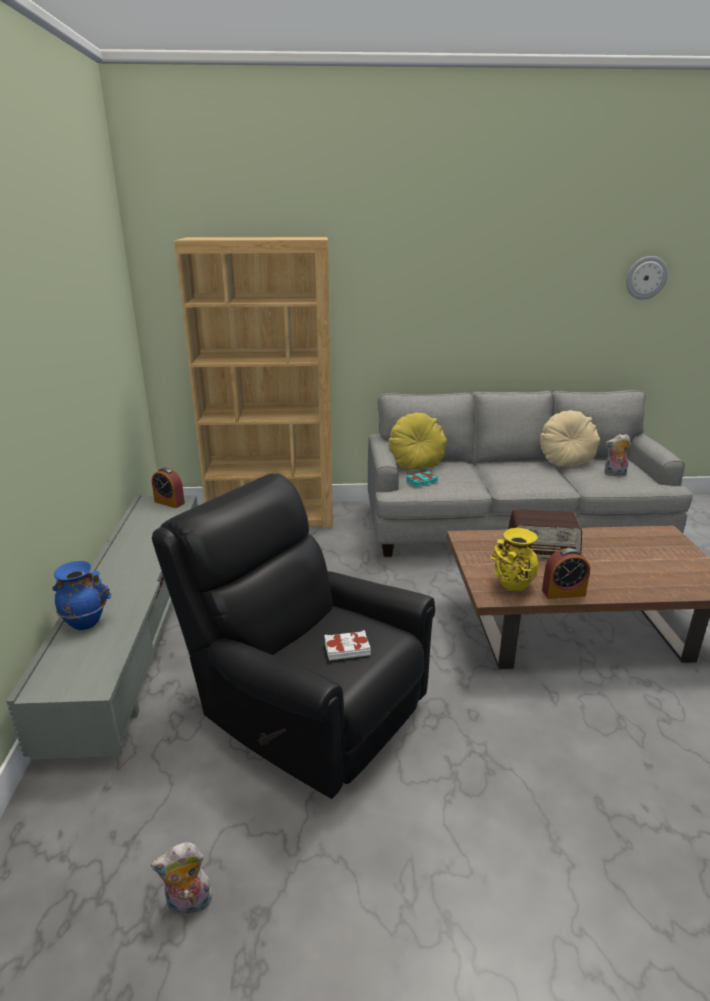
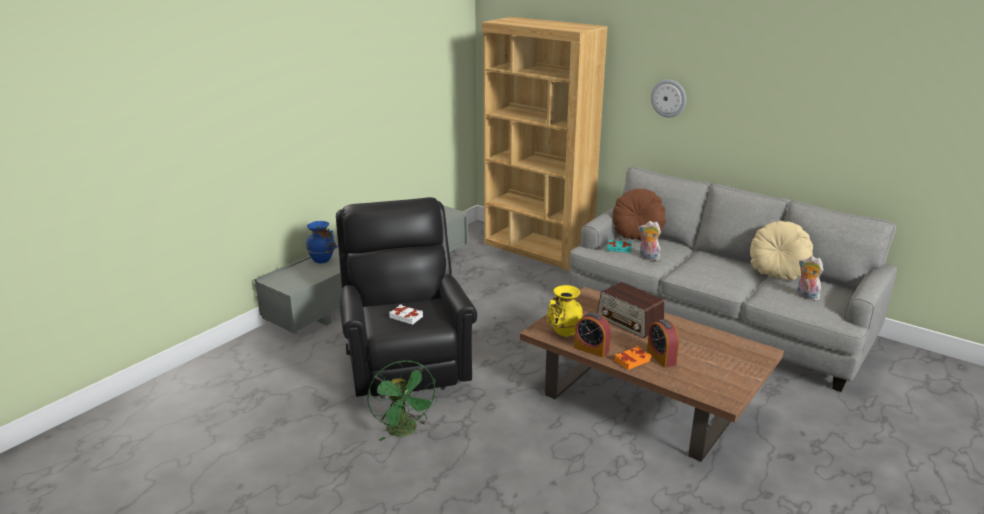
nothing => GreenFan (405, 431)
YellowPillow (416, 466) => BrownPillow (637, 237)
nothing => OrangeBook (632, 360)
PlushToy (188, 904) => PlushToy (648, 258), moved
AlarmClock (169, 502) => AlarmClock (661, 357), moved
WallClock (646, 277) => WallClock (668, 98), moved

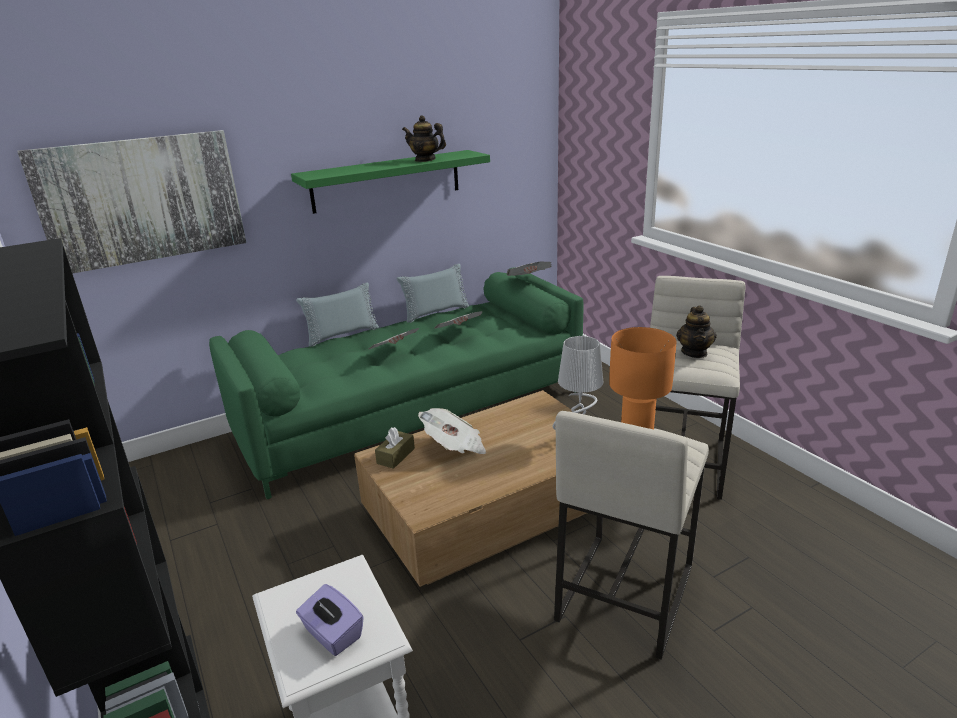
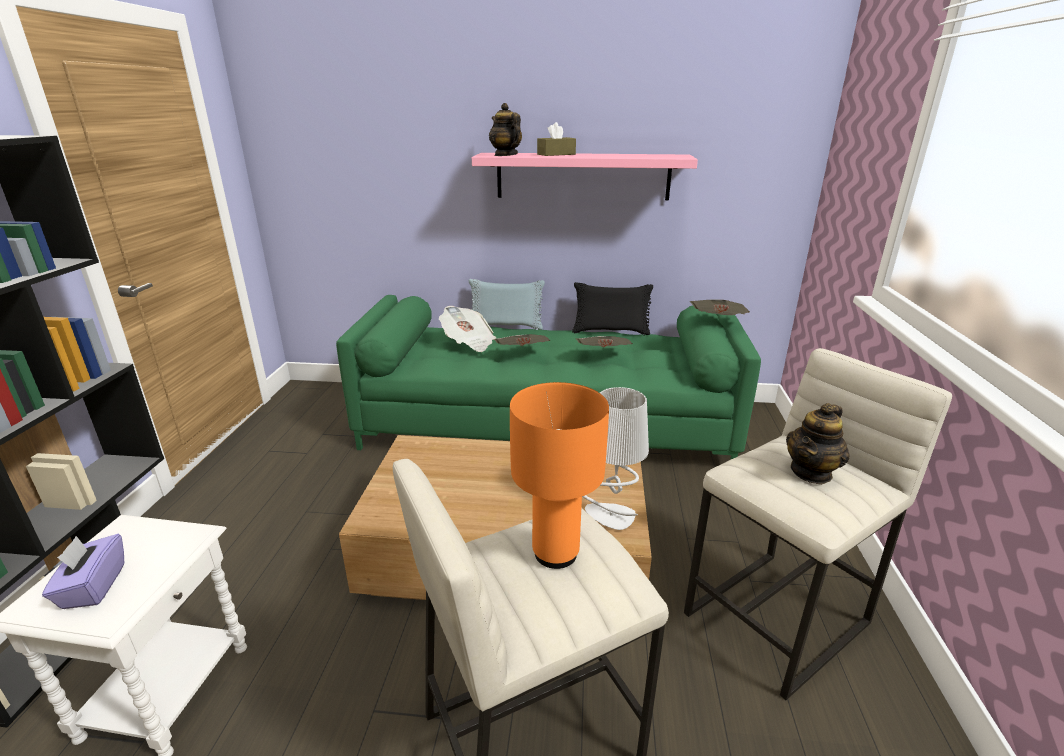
Newspaper (455, 447) => Newspaper (468, 342), moved
GreenShelf (387, 181) => PinkShelf (583, 176)
Teapot (425, 160) => Teapot (505, 155), moved
BrownTissueBox (396, 456) => BrownTissueBox (556, 154), moved
BluePillow (435, 313) => BlackPillow (610, 331)
Picture (142, 200) => nothing

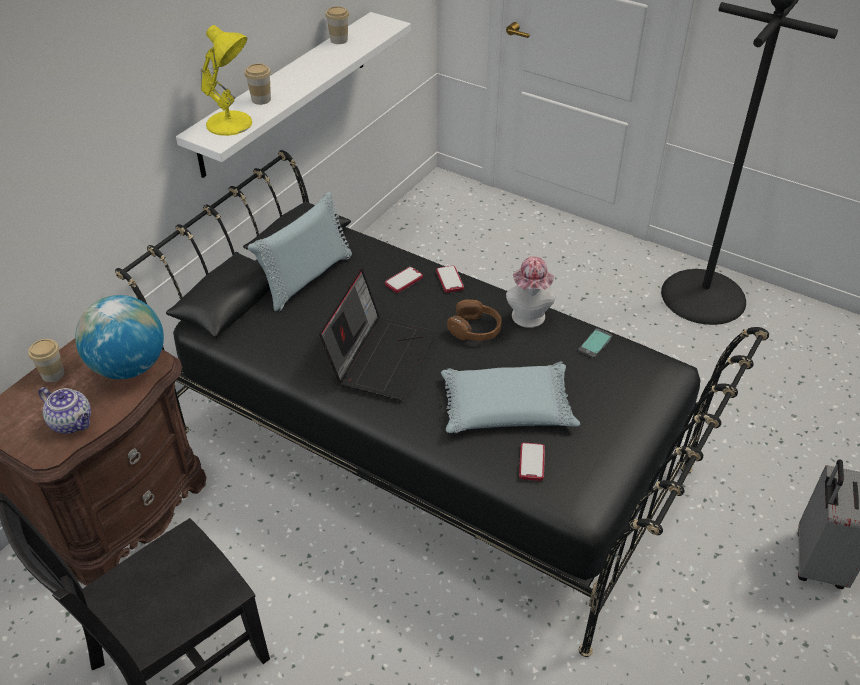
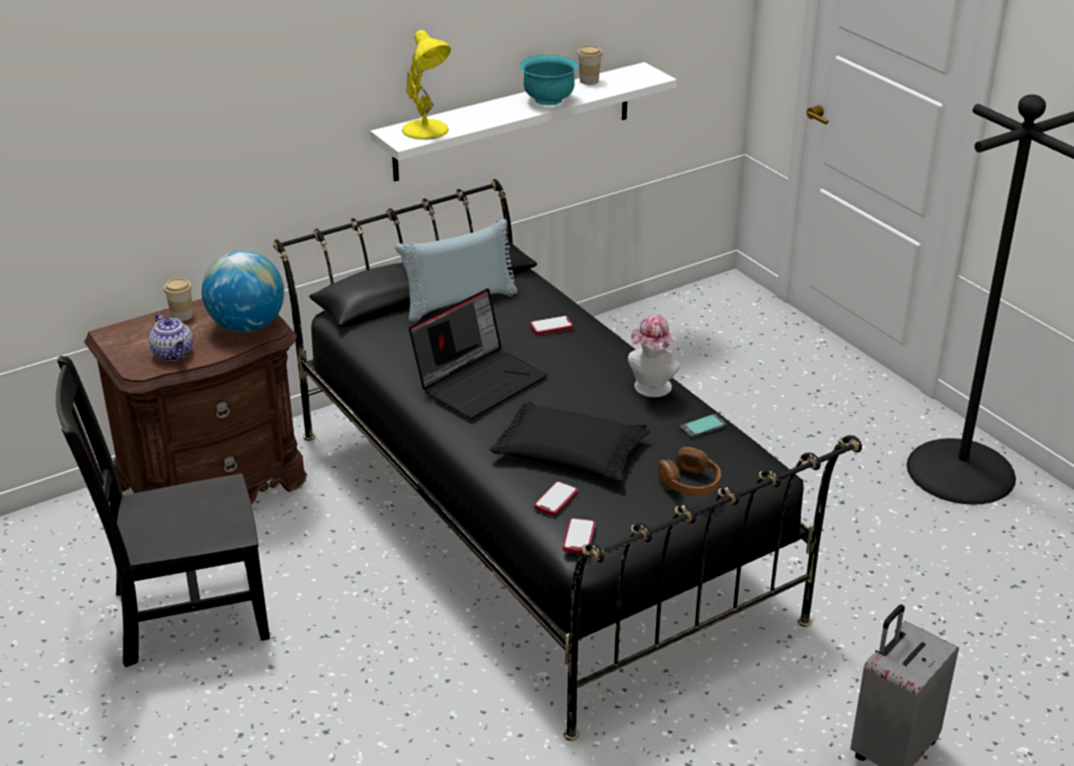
BluePillow (507, 405) => BlackPillow (570, 450)
nothing => TurquoiseBowl (549, 100)
Phone (449, 280) => Phone (579, 537), moved
BrownHeadphones (475, 329) => BrownHeadphones (690, 484), moved
Cup (261, 99) => nothing

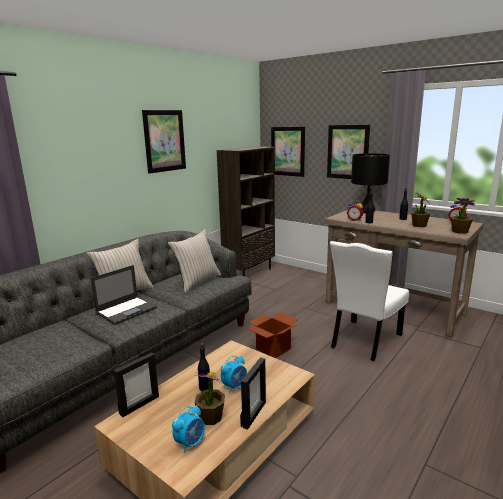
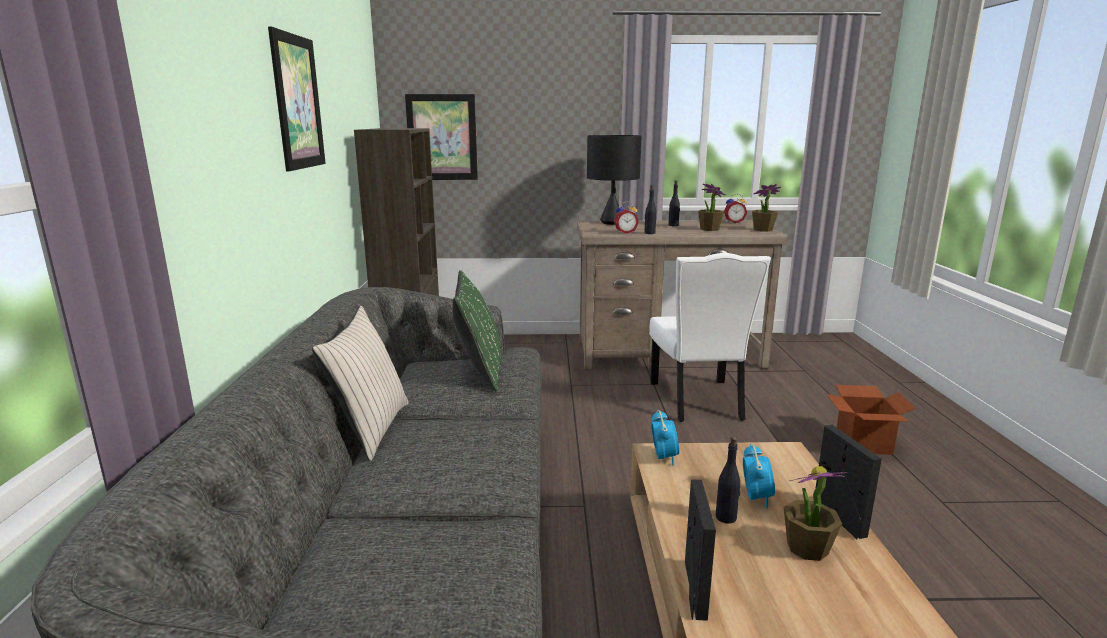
BeigePillow (197, 282) => GreenPillow (479, 372)
AlarmClock (190, 443) => AlarmClock (663, 457), moved
CardboardBox (273, 349) => CardboardBox (863, 443), moved
Laptop (127, 310) => nothing
Picture (347, 152) => nothing

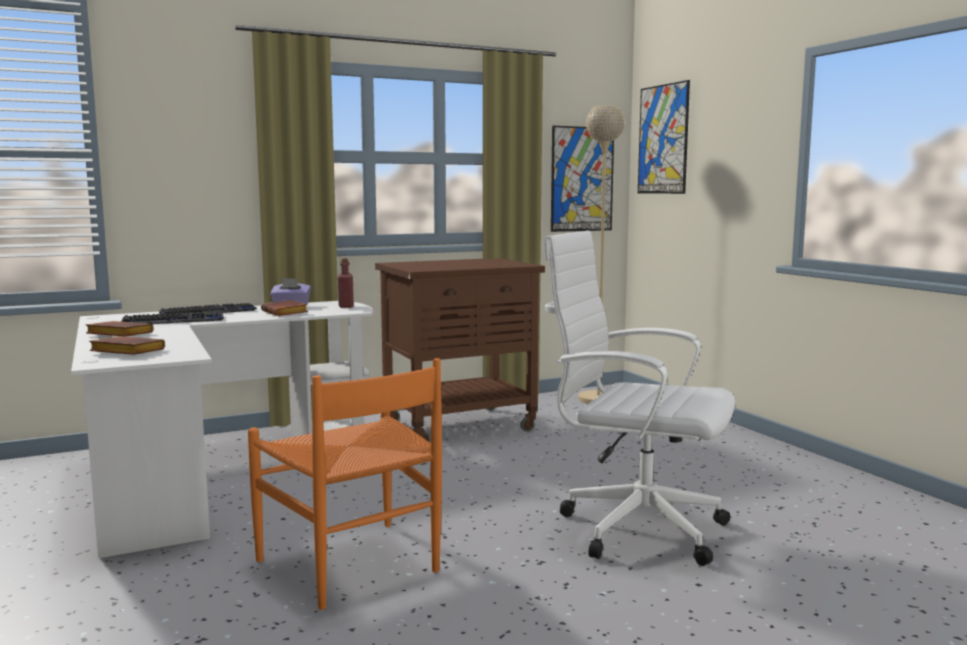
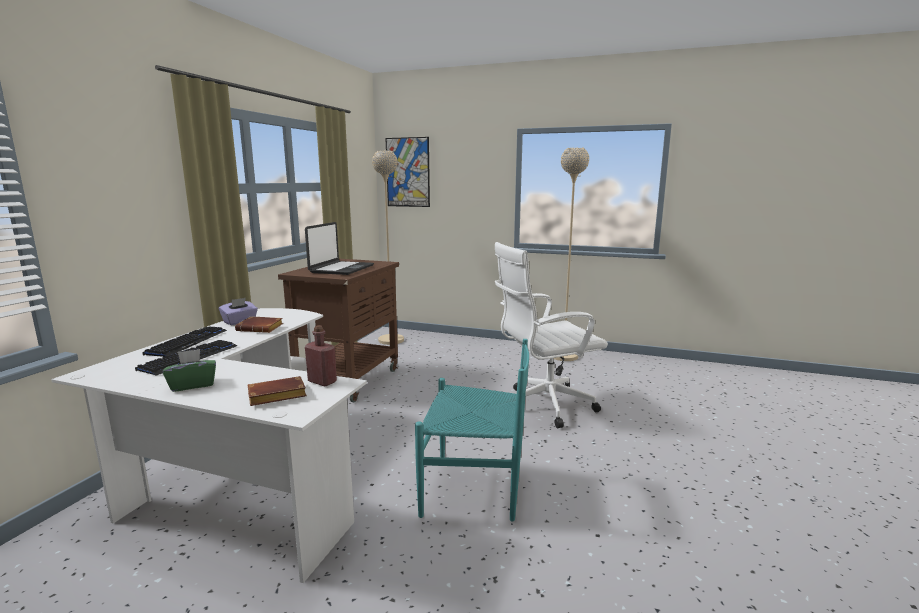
BrownBook (117, 334) => GreenTissueBox (193, 385)
nothing => Laptop (341, 269)
RedBottle (346, 306) => RedBottle (322, 381), moved
OrangeChair (353, 566) => TurquoiseChair (474, 489)
nothing => BeigeFloorLamp (564, 356)
Picture (582, 179) => nothing

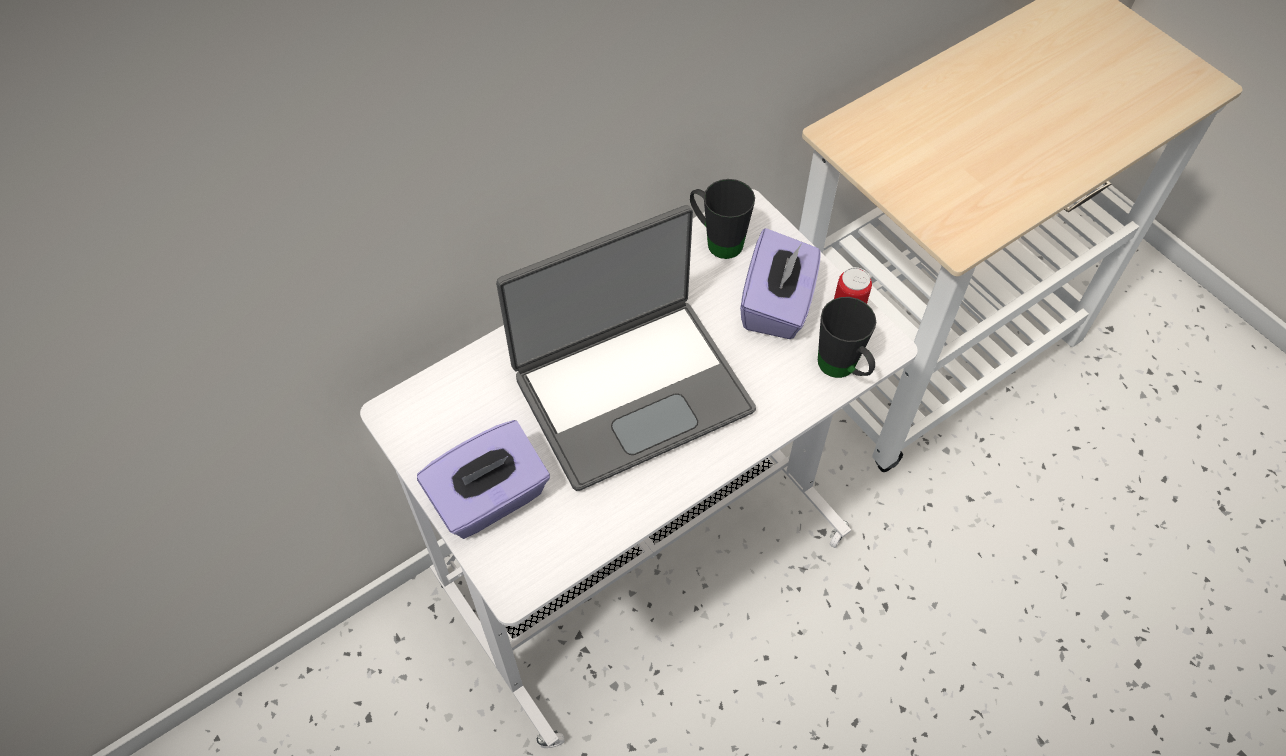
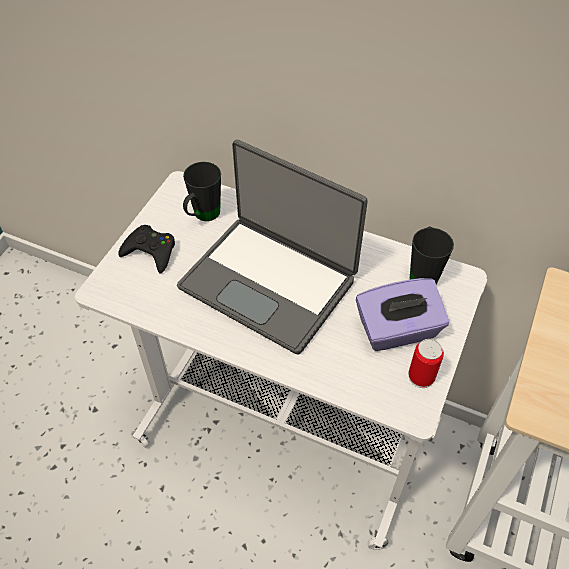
PurpleTissueBox (490, 499) => BlackGameController (150, 252)
BlackMug (842, 370) => BlackMug (203, 216), moved

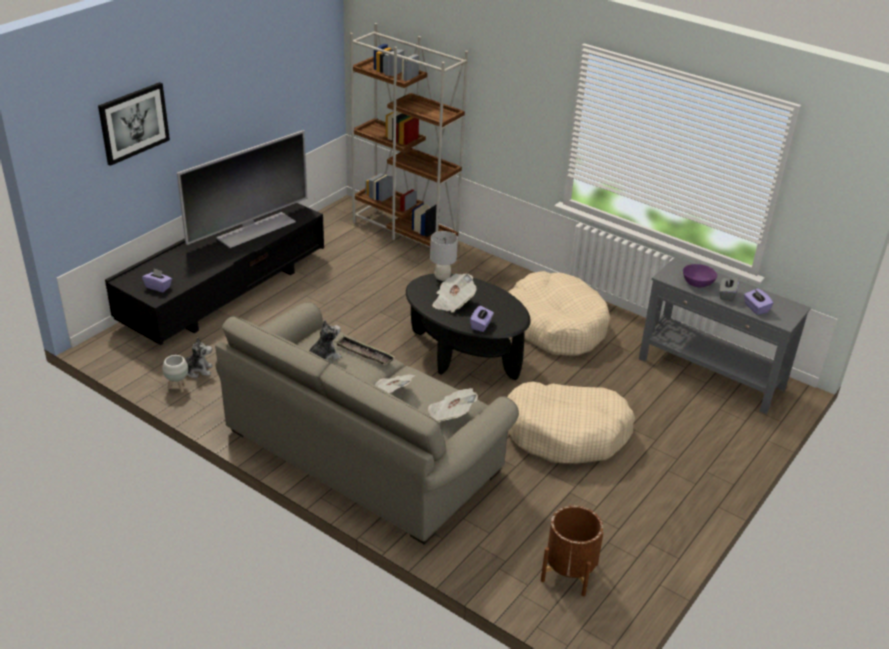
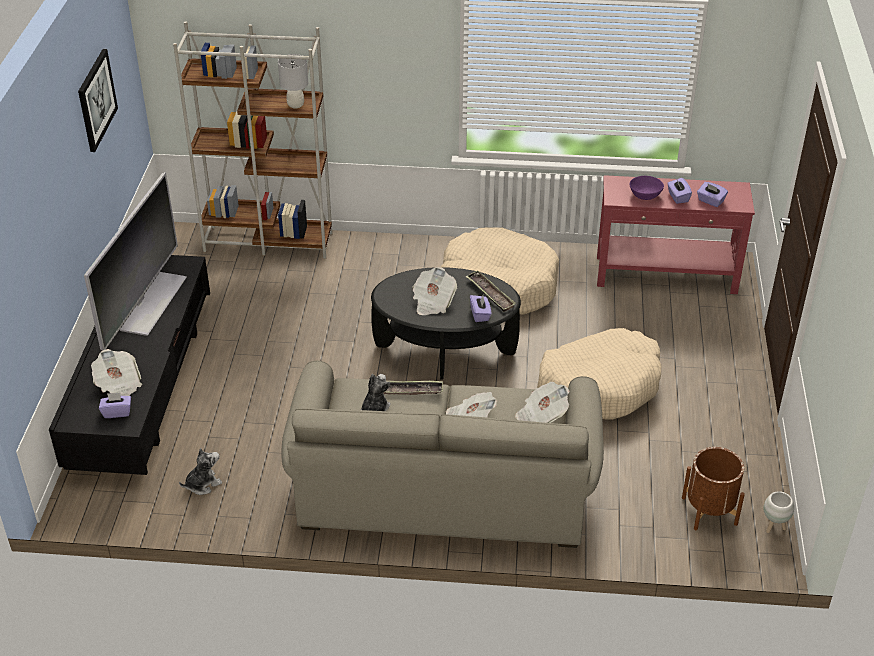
Picture (133, 123) => Picture (96, 100), moved
nothing => Newspaper (118, 385)
GreyTableLamp (442, 277) => GreyTableLamp (295, 105), moved
nothing => Tray (490, 294)
GreyConsoleTable (711, 374) => RedConsoleTable (666, 275)
GreyTissueBox (727, 295) => PurpleTissueBox (678, 197)
WhitePlanter (177, 387) => WhitePlanter (773, 527), moved

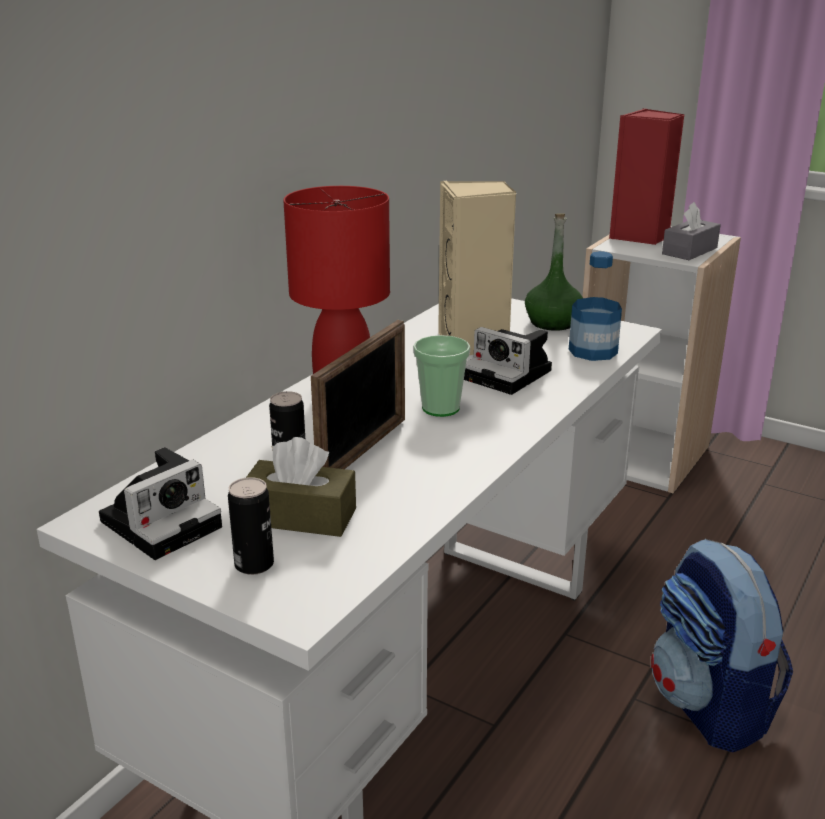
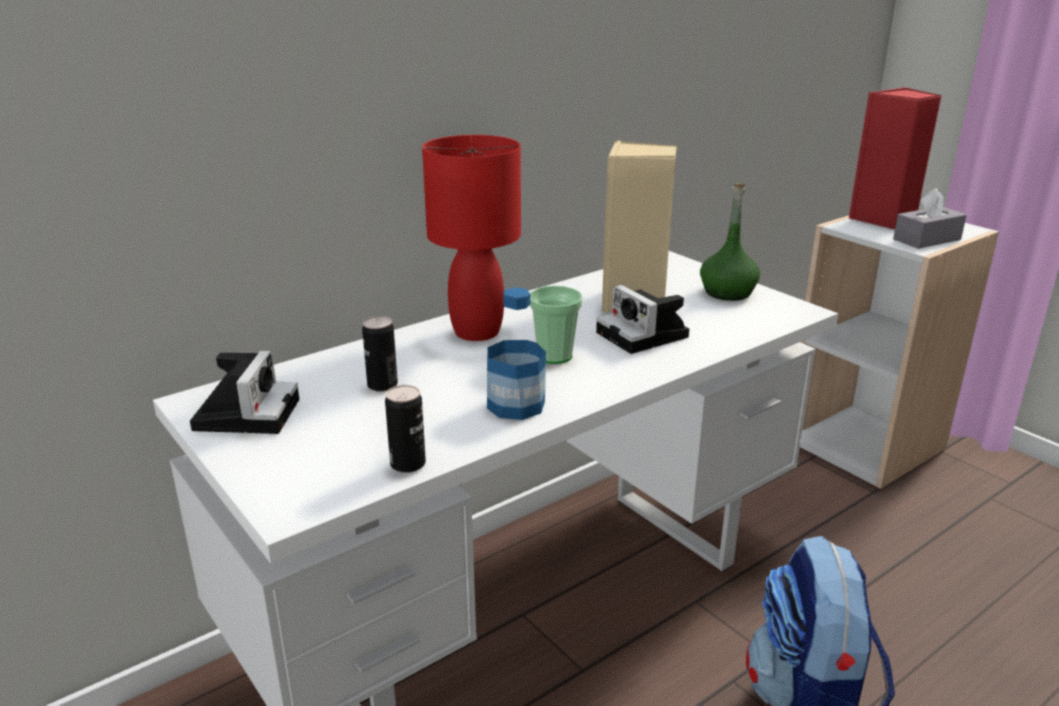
PhotoCamera (164, 522) => PhotoCamera (247, 412), 60 degrees counterclockwise
Can (254, 564) => Can (408, 464), moved
Bottle (593, 351) => Bottle (516, 405), moved
BrownTissueBox (300, 516) => nothing
PictureFrame (363, 451) => nothing

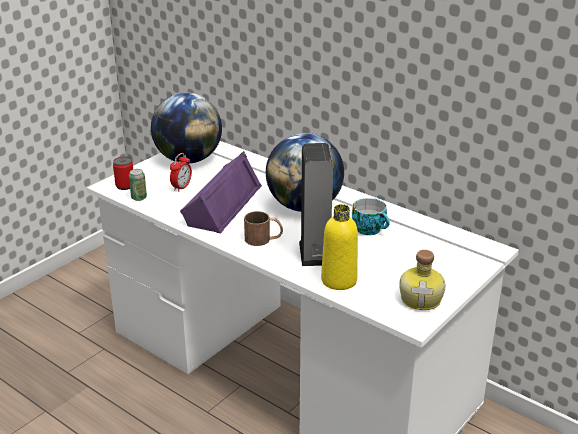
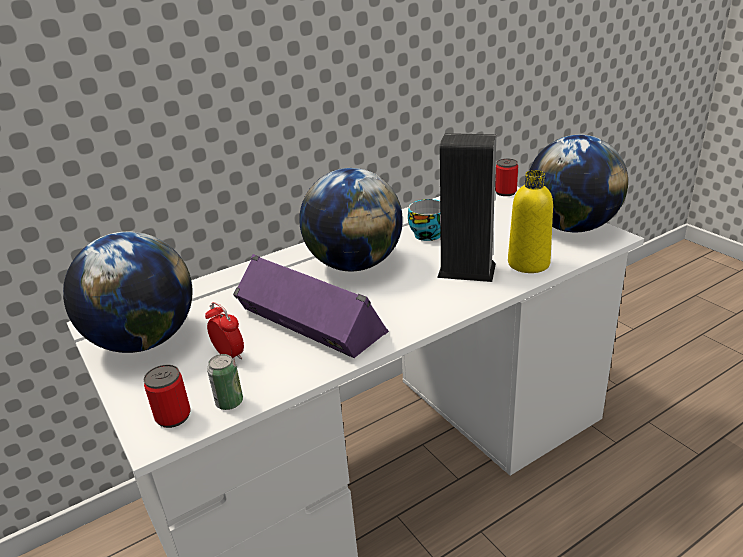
nothing => Can (505, 192)
Bottle (422, 299) => Globe (571, 227)
BrownMug (264, 239) => nothing

